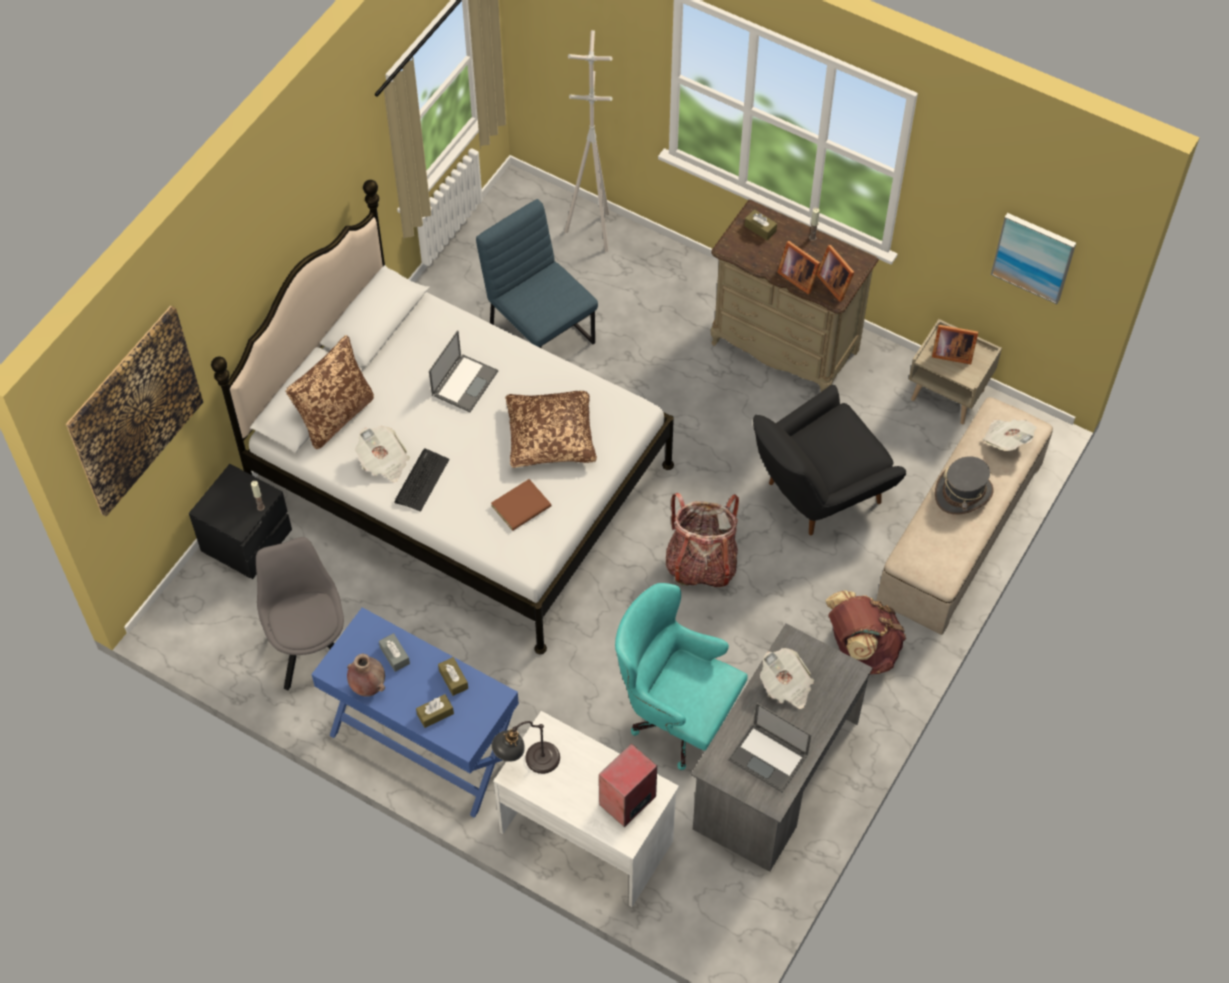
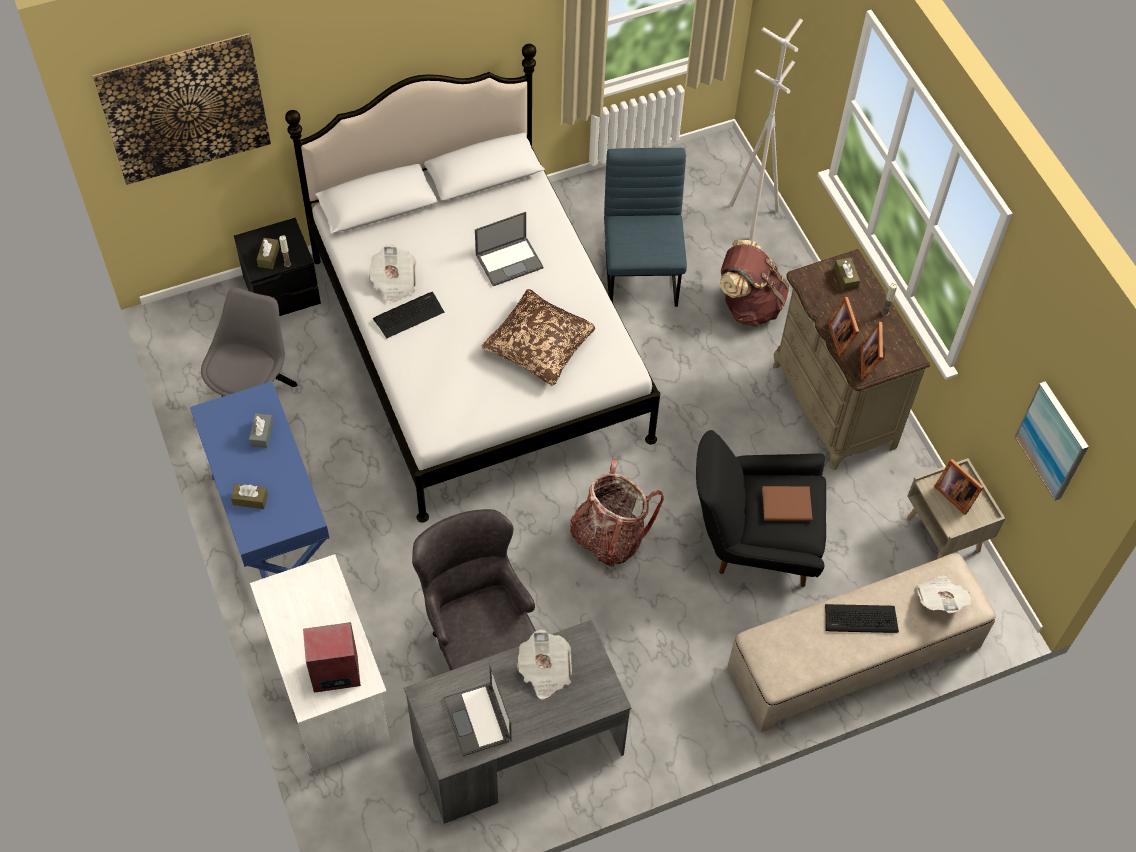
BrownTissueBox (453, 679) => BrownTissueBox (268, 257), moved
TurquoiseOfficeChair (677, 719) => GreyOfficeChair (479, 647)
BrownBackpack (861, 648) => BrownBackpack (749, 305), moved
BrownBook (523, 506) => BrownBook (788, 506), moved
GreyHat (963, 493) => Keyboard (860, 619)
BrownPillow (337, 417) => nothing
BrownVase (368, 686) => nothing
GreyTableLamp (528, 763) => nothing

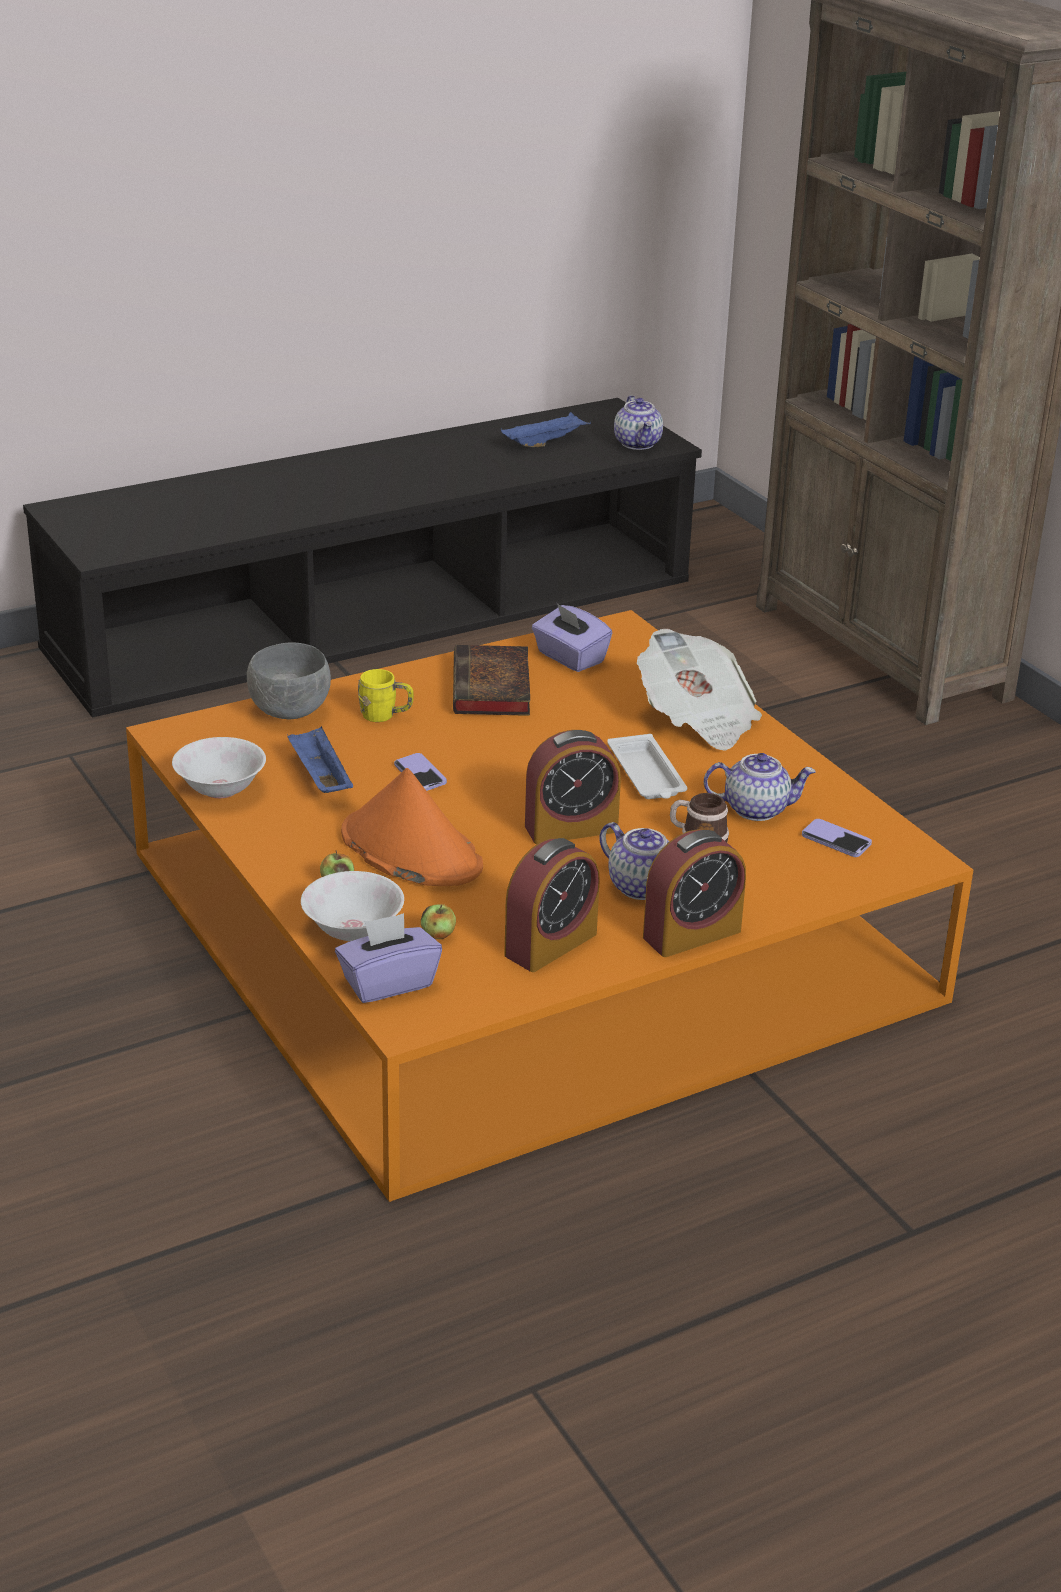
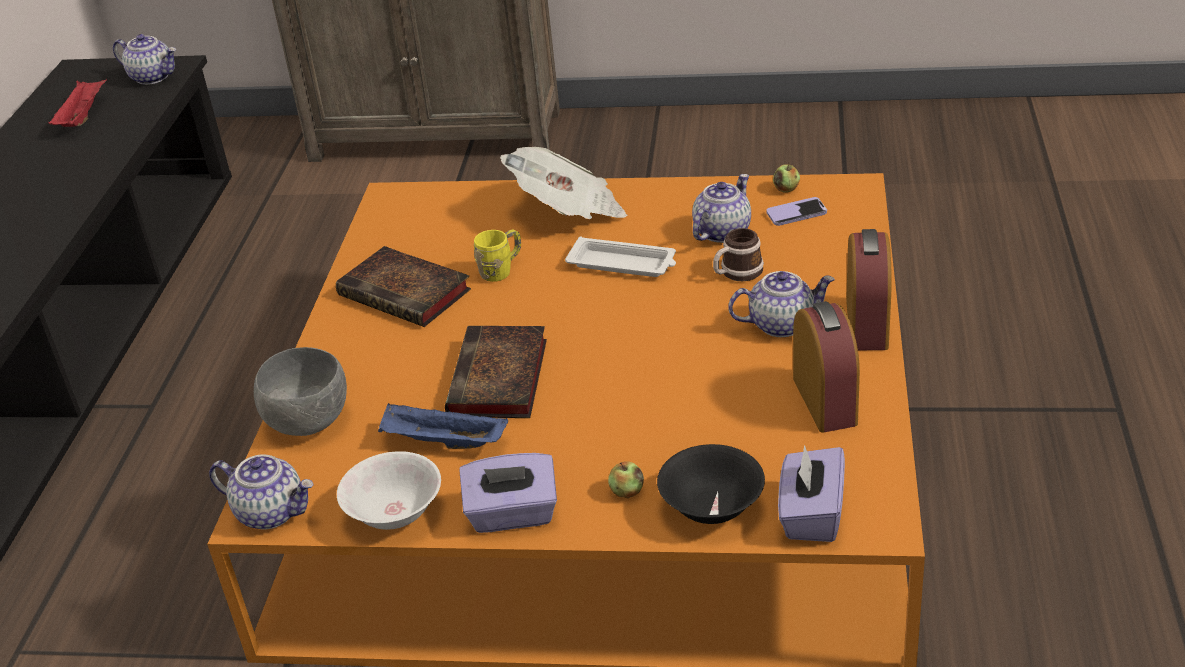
BlueTray (545, 442) => RedTray (82, 116)
nothing => Teapot (272, 512)
Phone (420, 774) => Book (499, 381)
PurpleTissueBox (570, 658) => PurpleTissueBox (512, 515), moved
YellowMug (385, 716) => YellowMug (501, 270), moved
WhiteBowl (352, 930) => BlackBowl (711, 508)
Apple (438, 935) => Apple (786, 189), moved
OrangeHat (410, 850) => nothing
AlarmClock (571, 828) => nothing

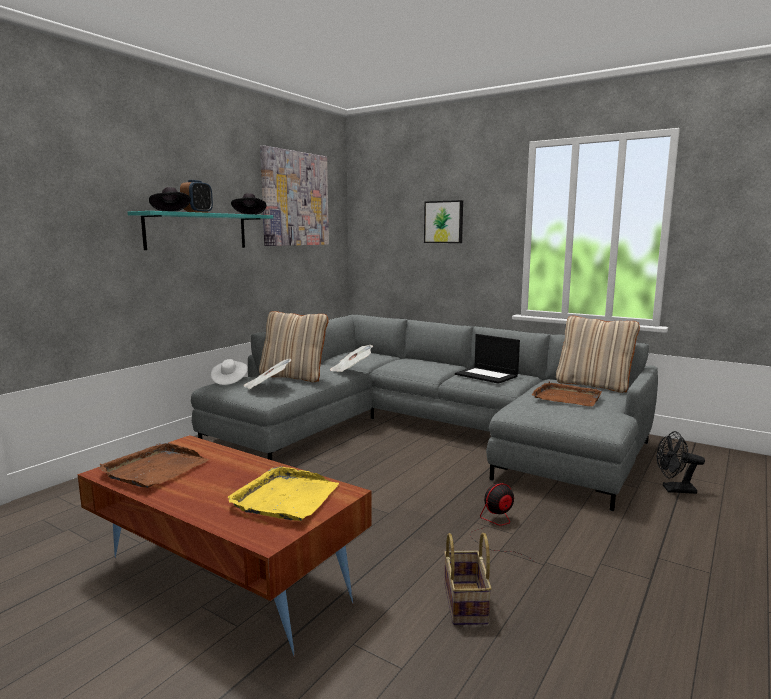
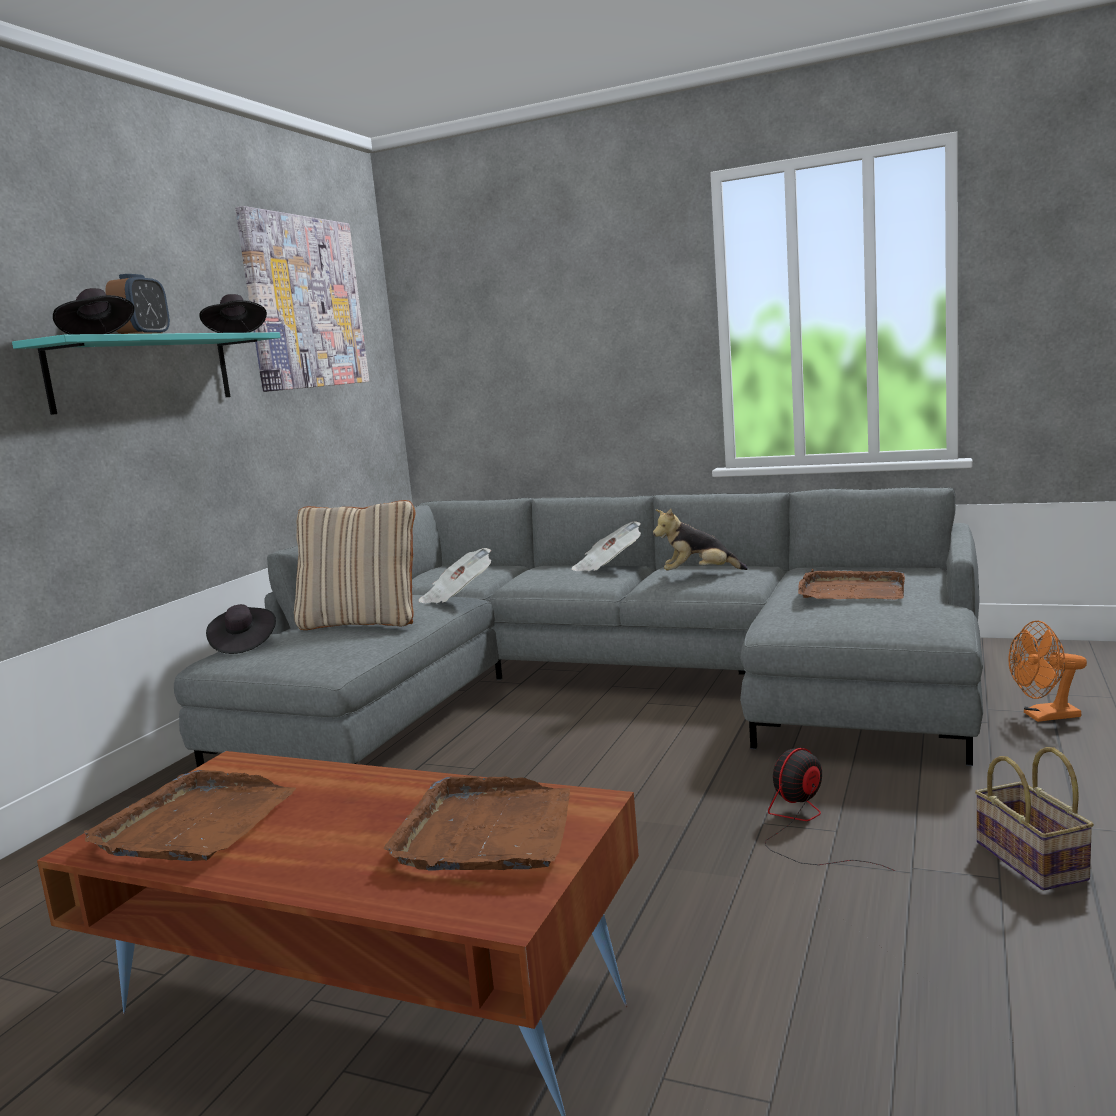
WhiteHat (229, 380) => BlackHat (243, 644)
YellowTray (285, 498) => BrownTray (487, 832)
Newspaper (267, 386) => Newspaper (608, 566), moved
Laptop (487, 375) => PlushToy (698, 574)
Basket (467, 604) => Basket (1034, 862), moved
BlackFan (674, 490) => OrangeFan (1044, 716)
Picture (444, 222) => nothing
BeigePillow (593, 385) => nothing

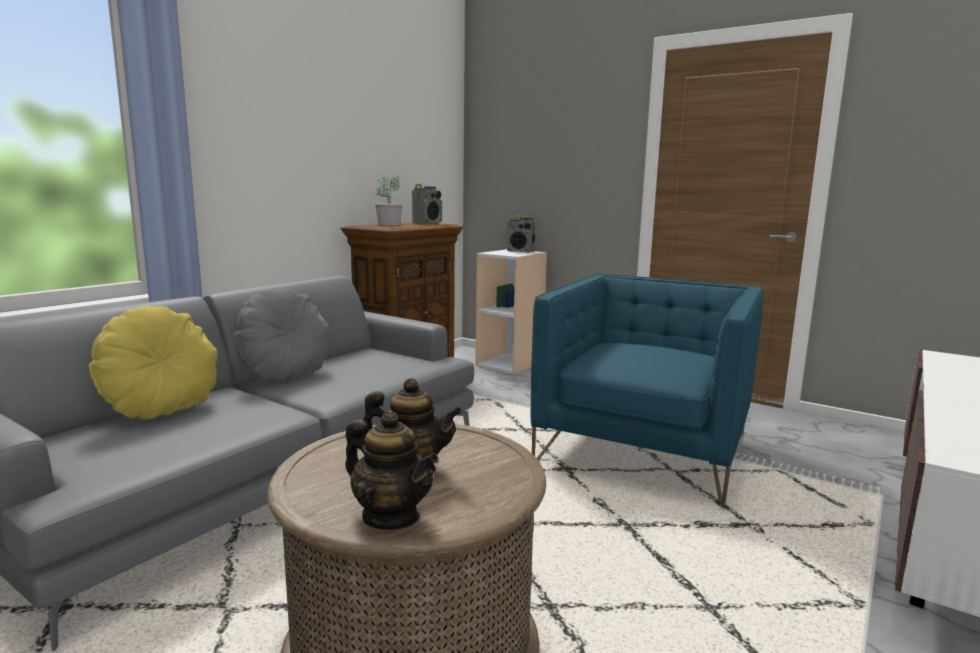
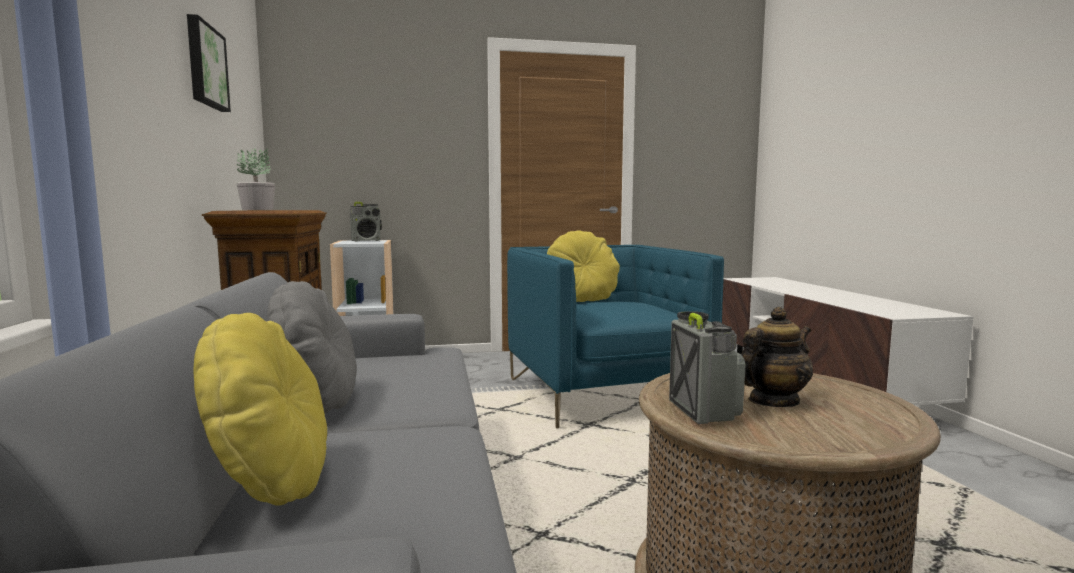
nothing => Picture (205, 66)
nothing => YellowPillow (581, 301)
Radio (427, 223) => Radio (703, 410), moved
Teapot (391, 516) => nothing

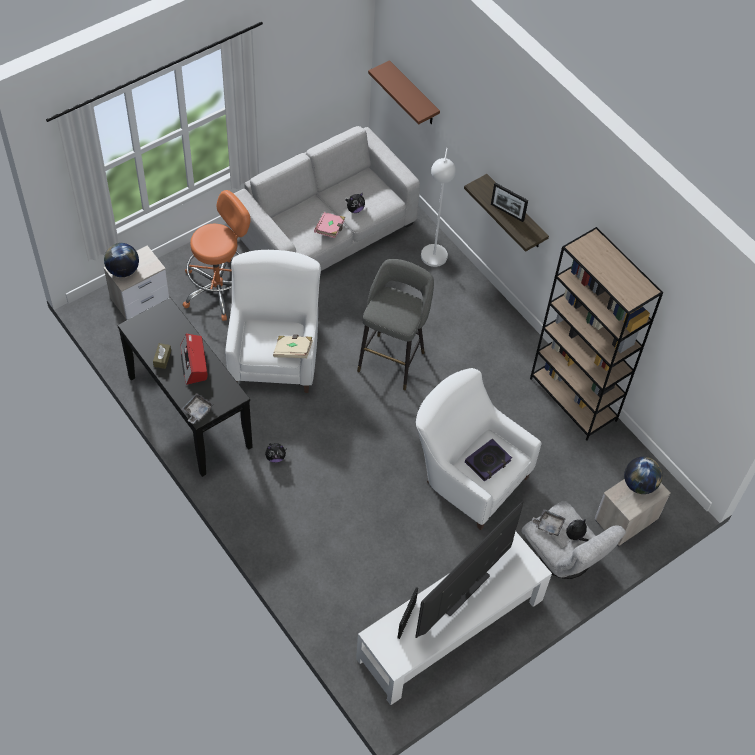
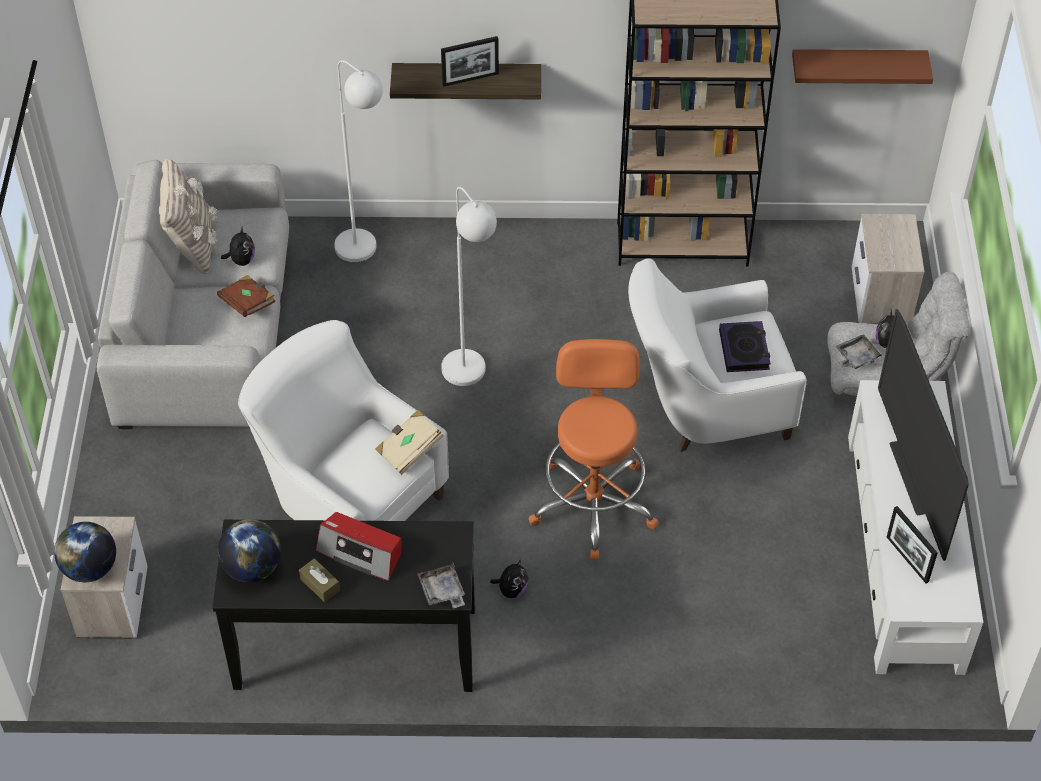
nothing => BeigePillow (194, 244)
PinkBook (330, 229) => BrownBook (248, 303)
Globe (639, 484) => Globe (252, 568), moved
GreyStool (393, 358) => WhiteFloorLamp (470, 378)
OrangeStool (219, 289) => OrangeStool (593, 502), moved
BrownShelf (413, 94) => BrownShelf (857, 65), moved

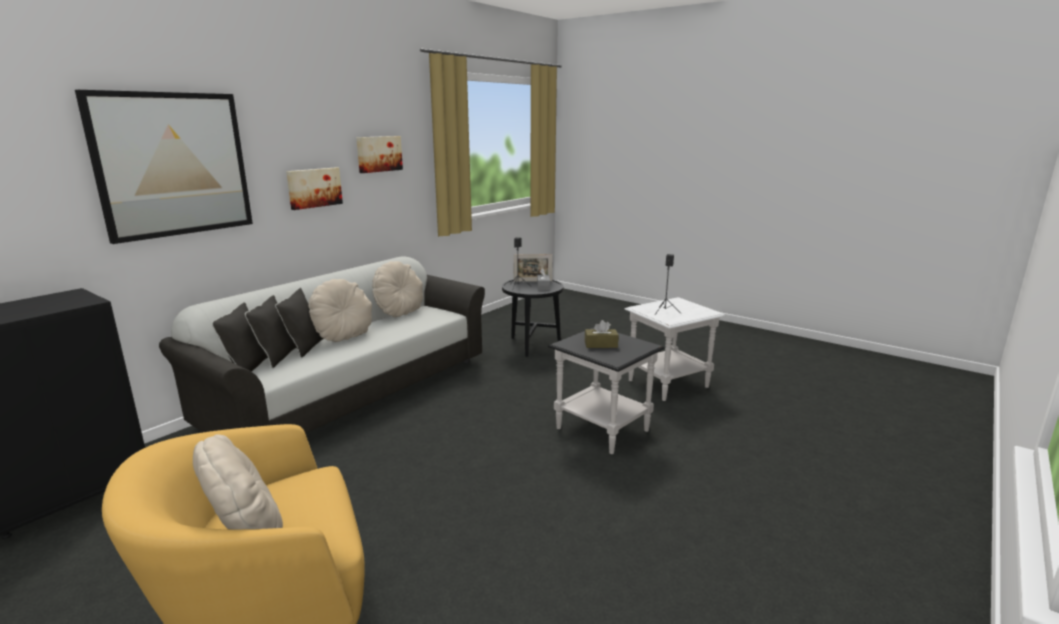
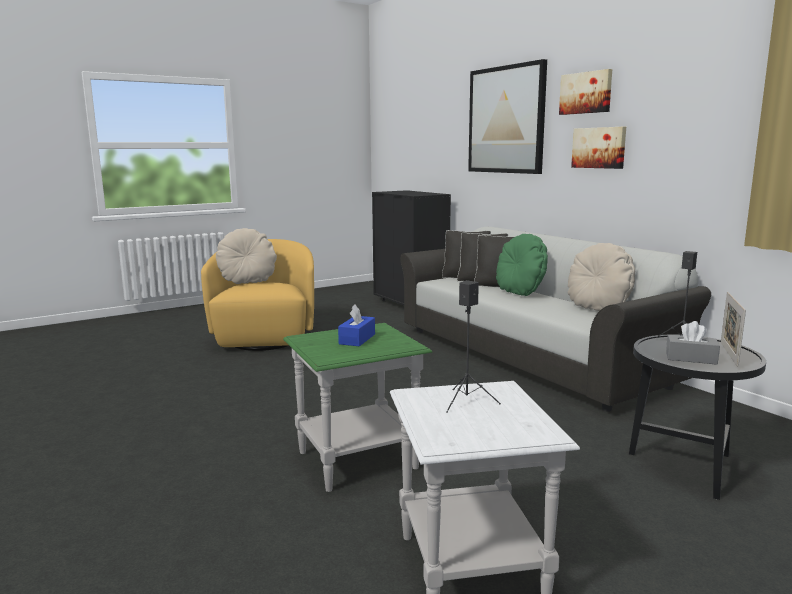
BlackSideTable (603, 429) => GreenSideTable (356, 460)
BrownTissueBox (601, 344) => BlueTissueBox (357, 339)
BeigePillow (343, 337) => GreenPillow (520, 293)
Picture (378, 154) => Picture (586, 93), moved

